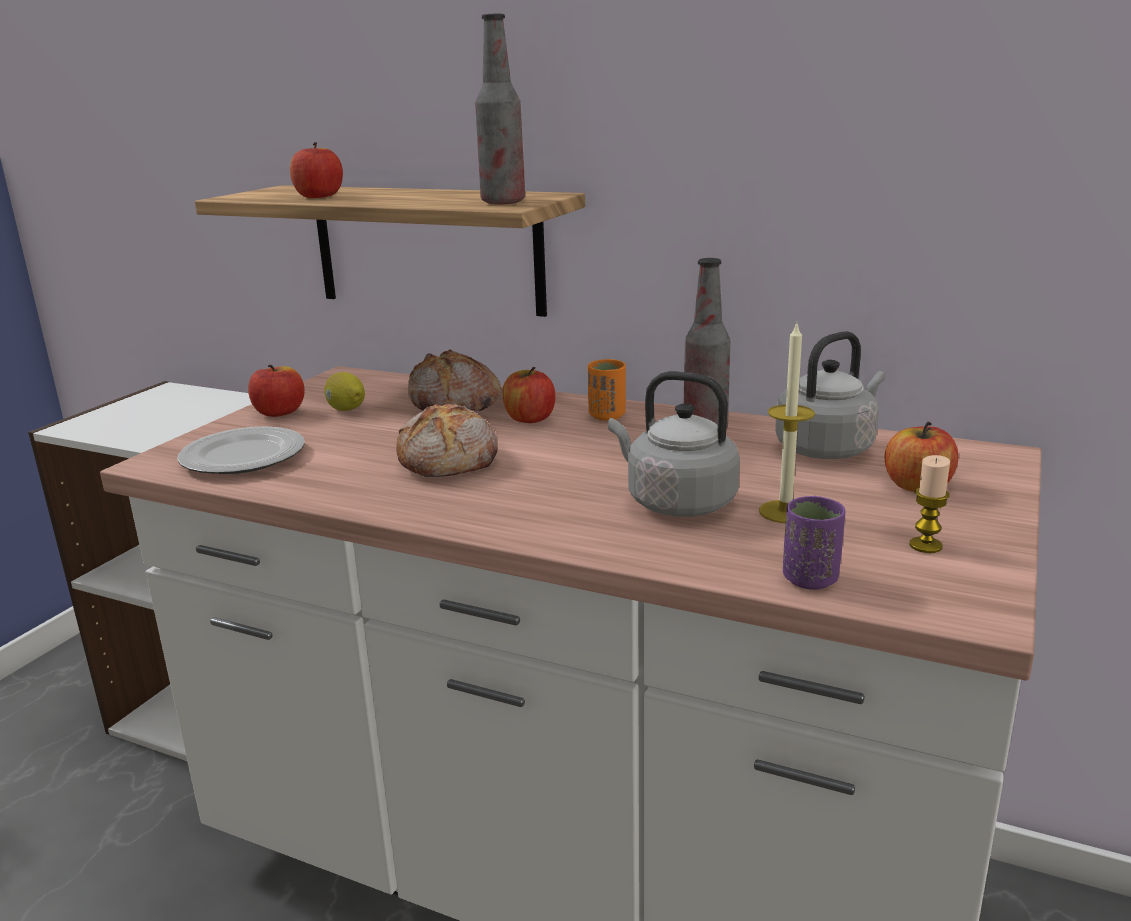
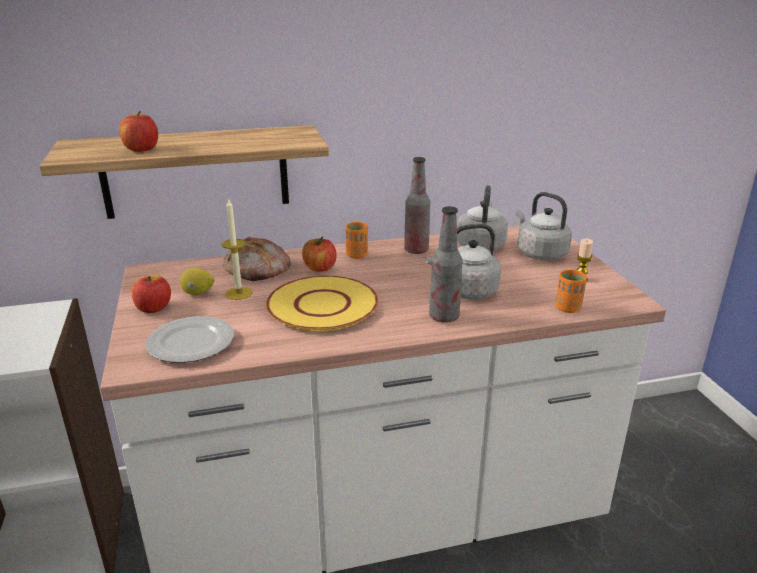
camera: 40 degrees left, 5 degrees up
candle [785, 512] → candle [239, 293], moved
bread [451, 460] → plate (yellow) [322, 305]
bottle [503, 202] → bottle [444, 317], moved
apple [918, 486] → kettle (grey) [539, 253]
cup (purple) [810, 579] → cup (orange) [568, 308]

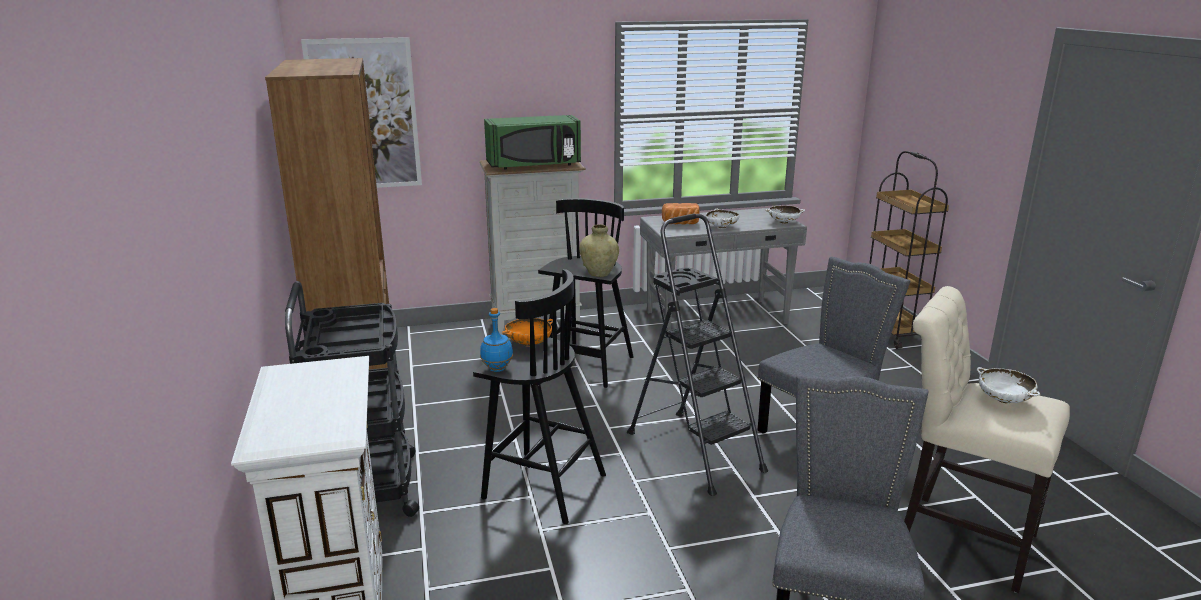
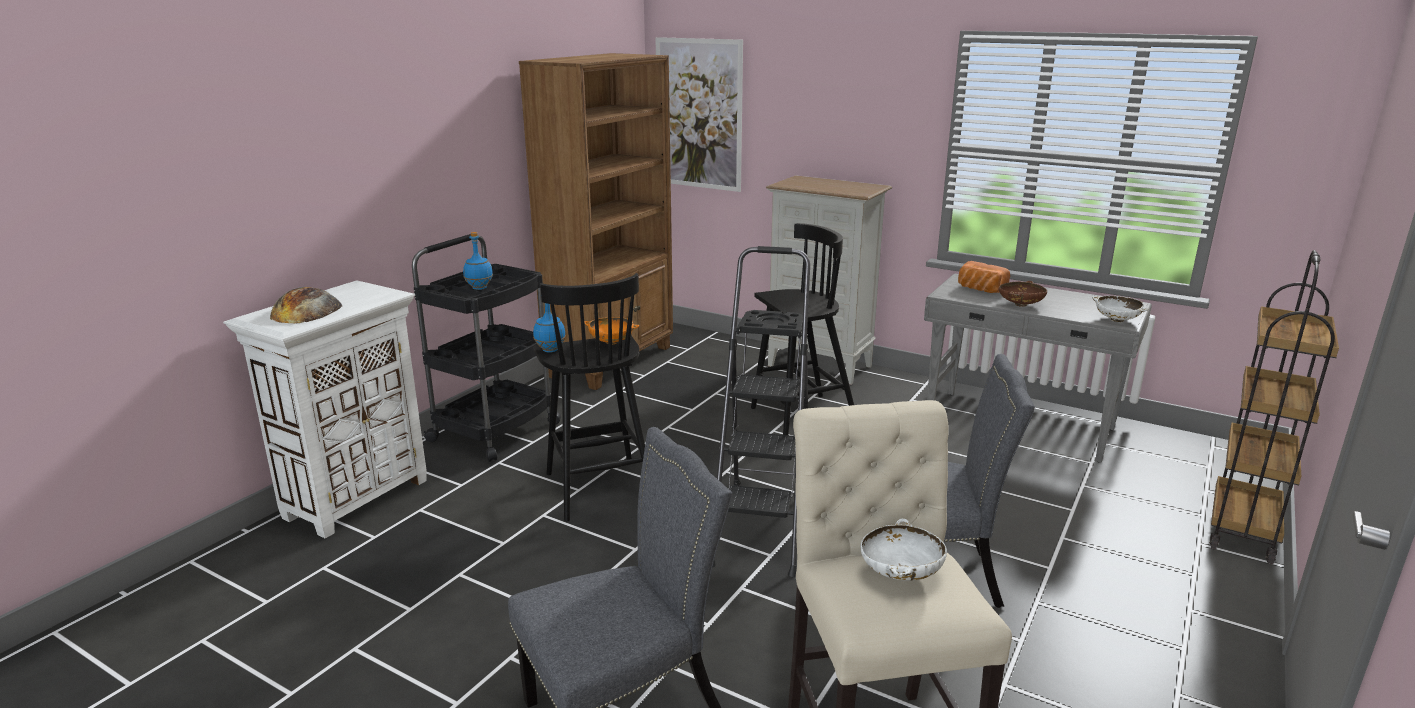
camera: 45 degrees right, 0 degrees up
- → bread [306, 310]
- → bottle (blue) [480, 288]
bowl (white) [721, 227] → bowl (brown) [1020, 304]
microwave (green) [534, 165] → -
vase (beige) [599, 273] → -

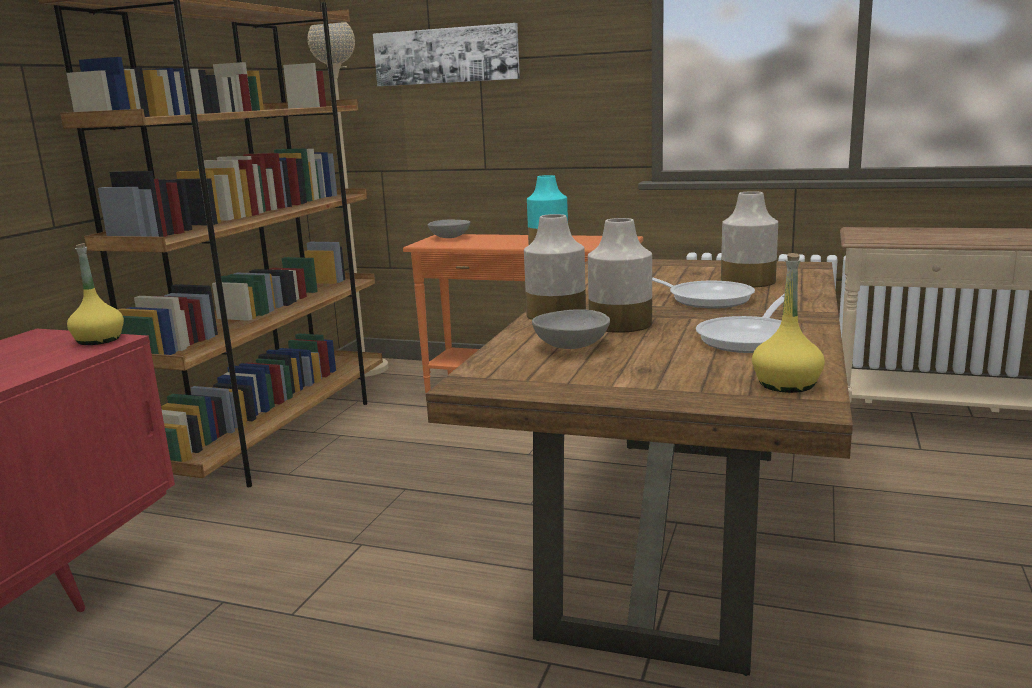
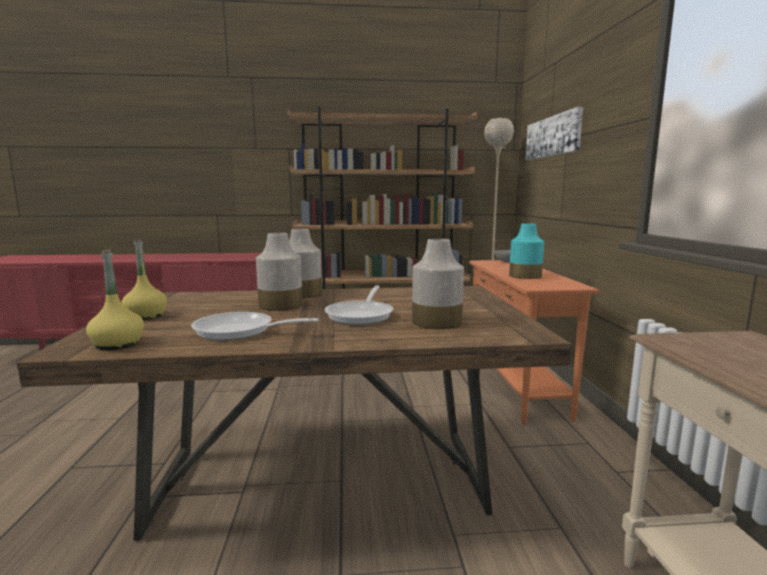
camera: 65 degrees right, 5 degrees down
bottle (yellow) [99, 340] → bottle (yellow) [146, 316], moved
bowl (grey) [570, 346] → -

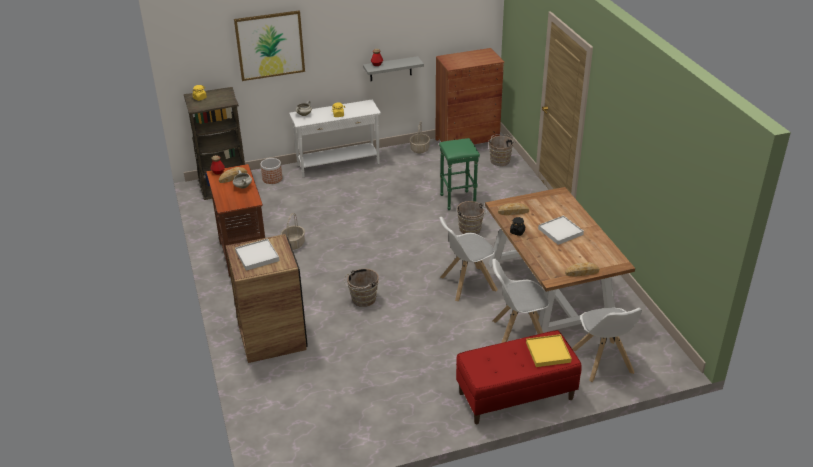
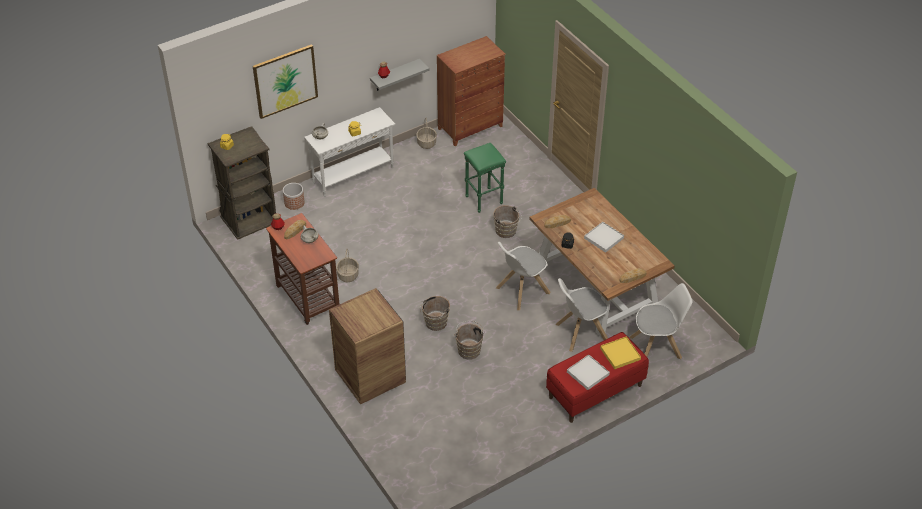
camera: 15 degrees left, 10 degrees up
bucket (brown) [500, 160] → bucket (brown) [469, 349], moved
tray (white) [257, 256] → tray (white) [588, 373], moved
chair [603, 362] → chair [657, 347], 75 degrees counterclockwise

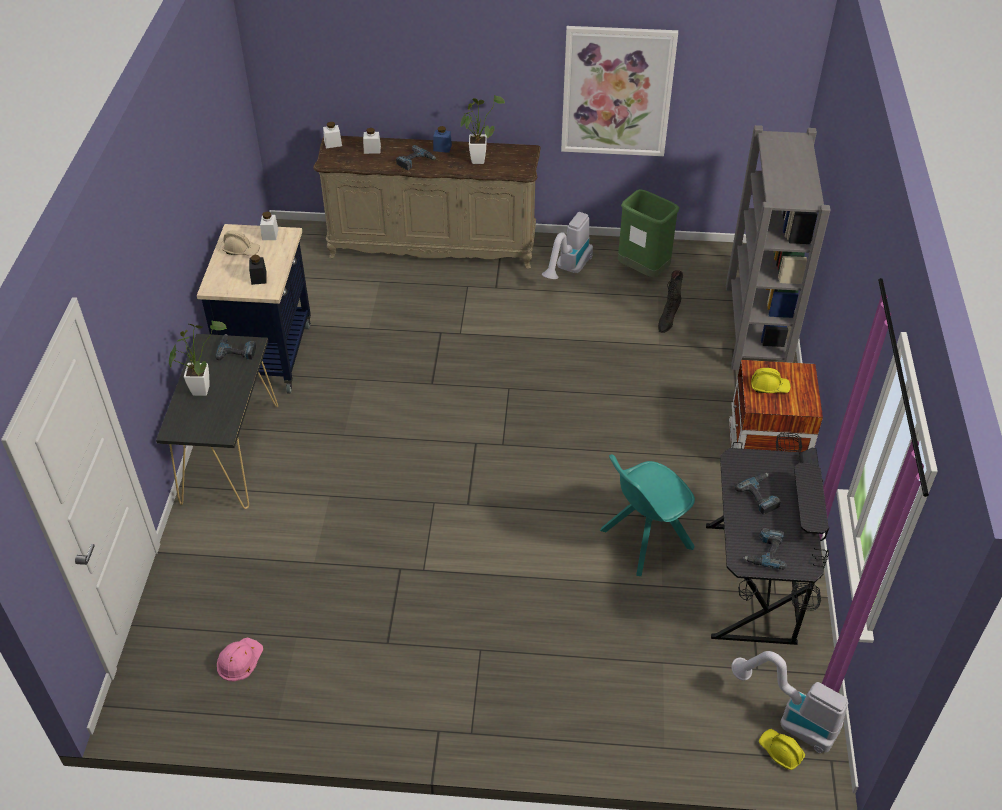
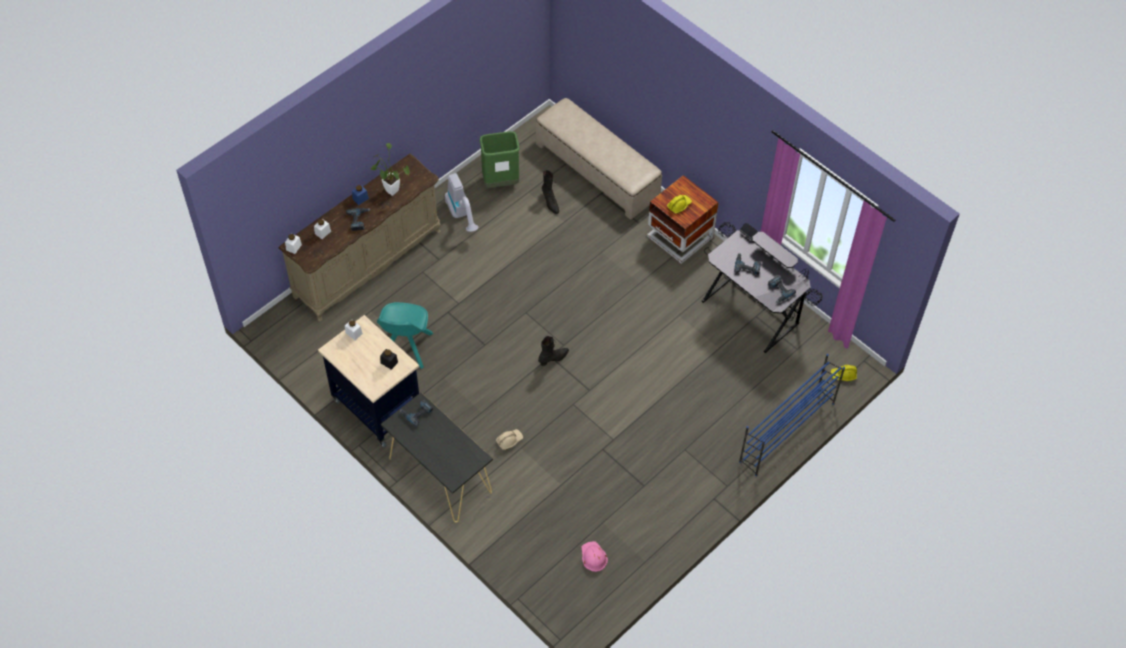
camera: 50 degrees left, 10 degrees up
chair (turquoise) [644, 540] → chair (turquoise) [405, 348], moved
hard hat (beige) [241, 250] → hard hat (beige) [509, 440], moved
bookcase (grey) [757, 328] → bench (beige) [598, 170]
- → boot (black) [554, 359]
- → shoe rack (blue) [786, 432]
potted plant [202, 387] → -
picture [617, 91] → -
vacuum cleaner [789, 718] → -

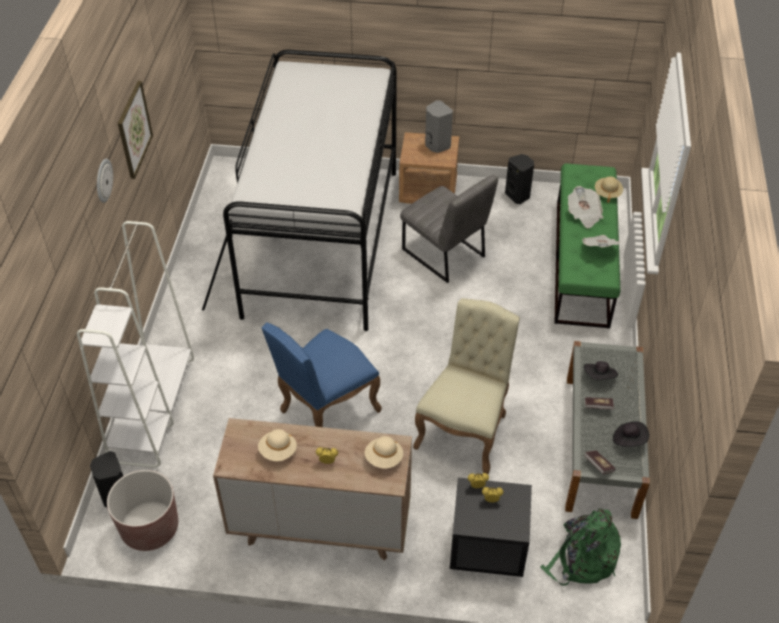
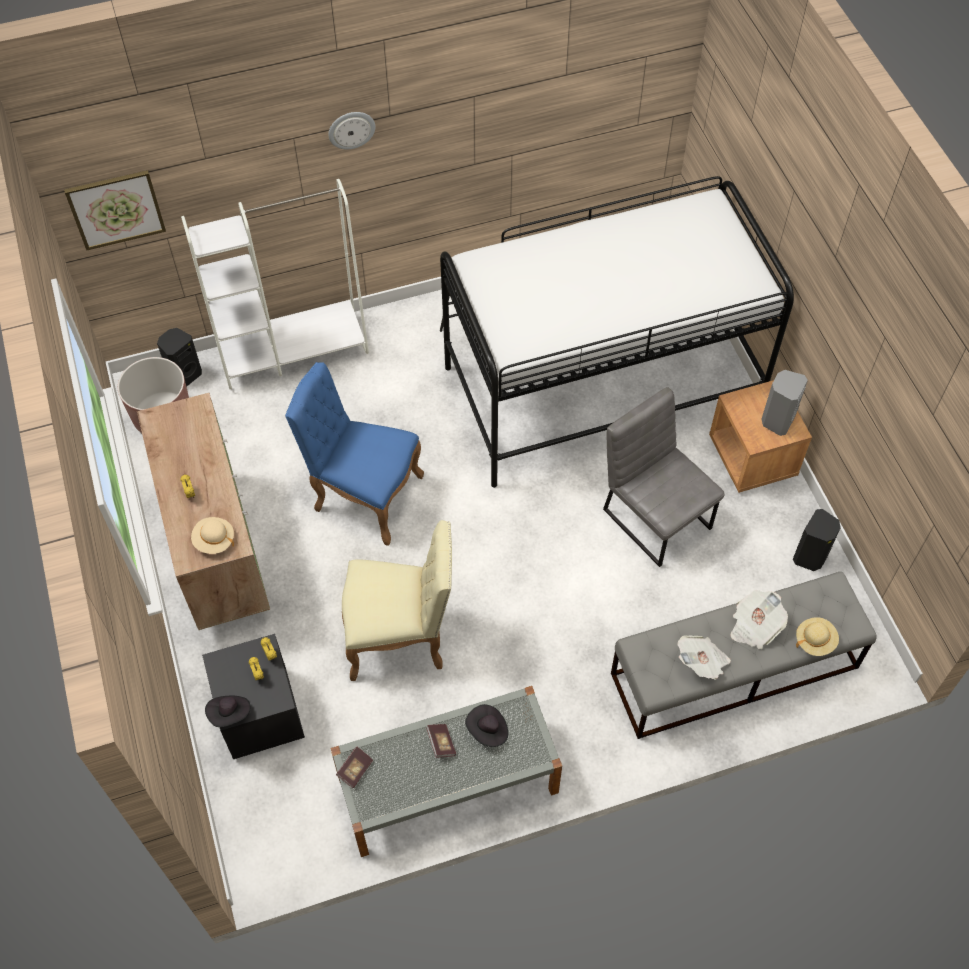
camera: 65 degrees right, 10 degrees up
picture [134, 129] → picture [116, 209], moved
hat (black) [629, 440] → hat (black) [230, 714], moved
chair (grey) [444, 254] → chair (grey) [655, 516], 120 degrees clockwise
bench (green) [582, 263] → bench (grey) [733, 671]
hat (beige) [278, 451] → -
backpack (green) [582, 559] → -

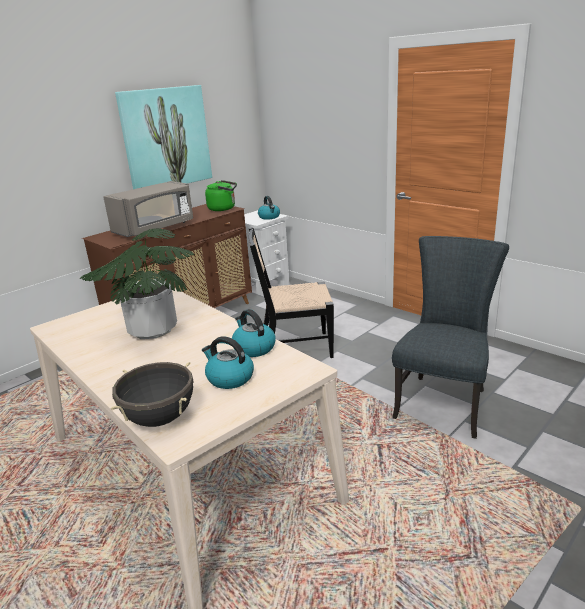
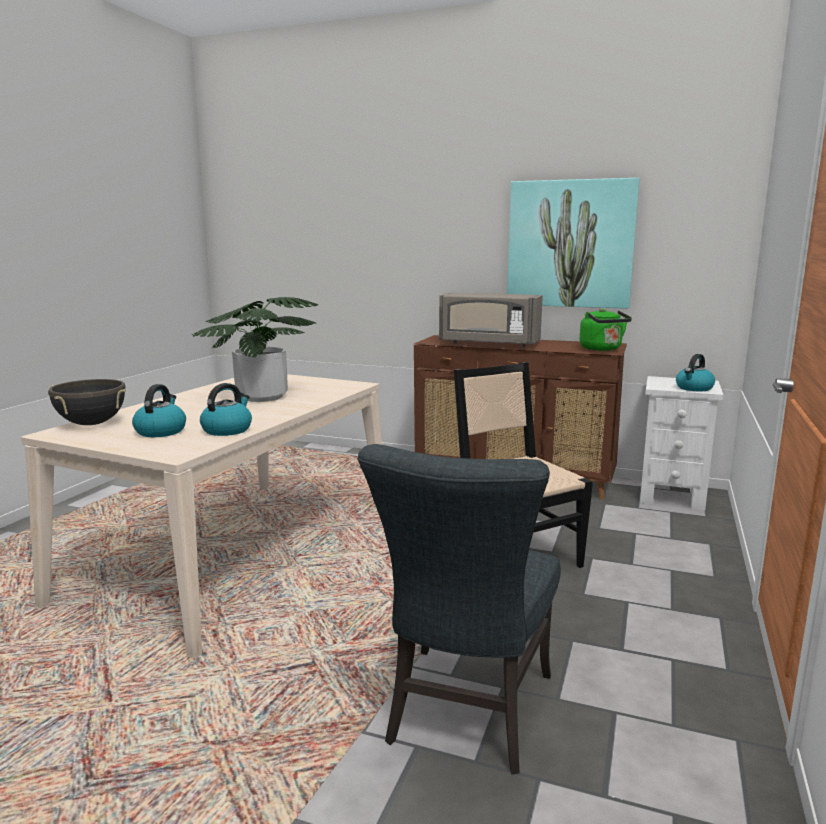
camera: 65 degrees right, 10 degrees down
chair (grey) [443, 400] → chair (grey) [465, 713], 105 degrees clockwise

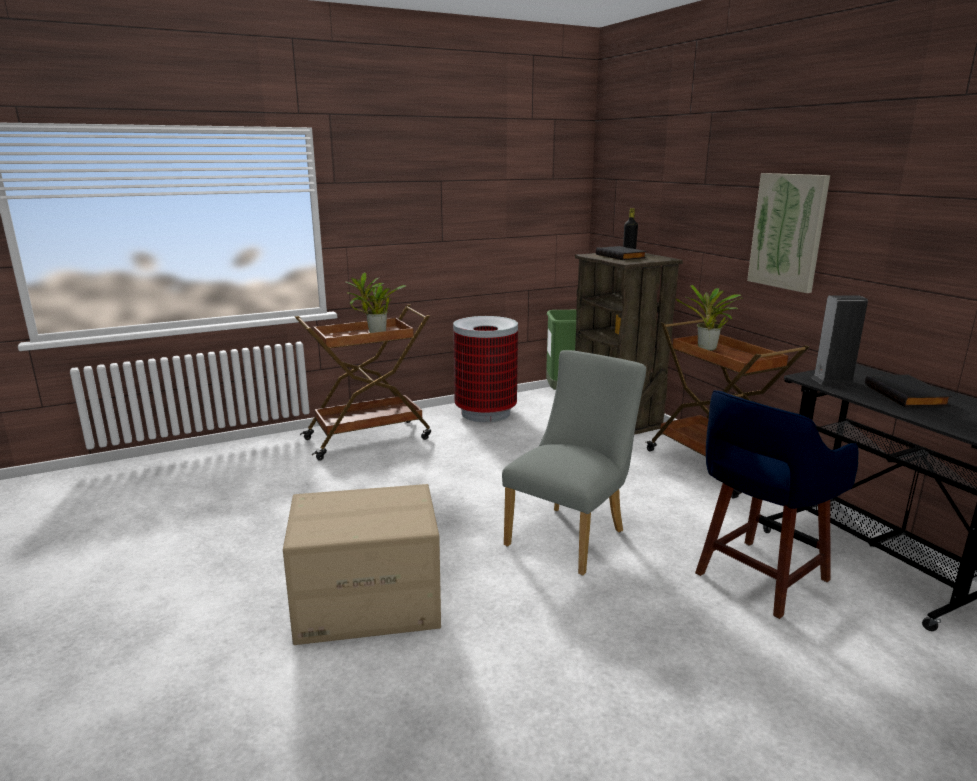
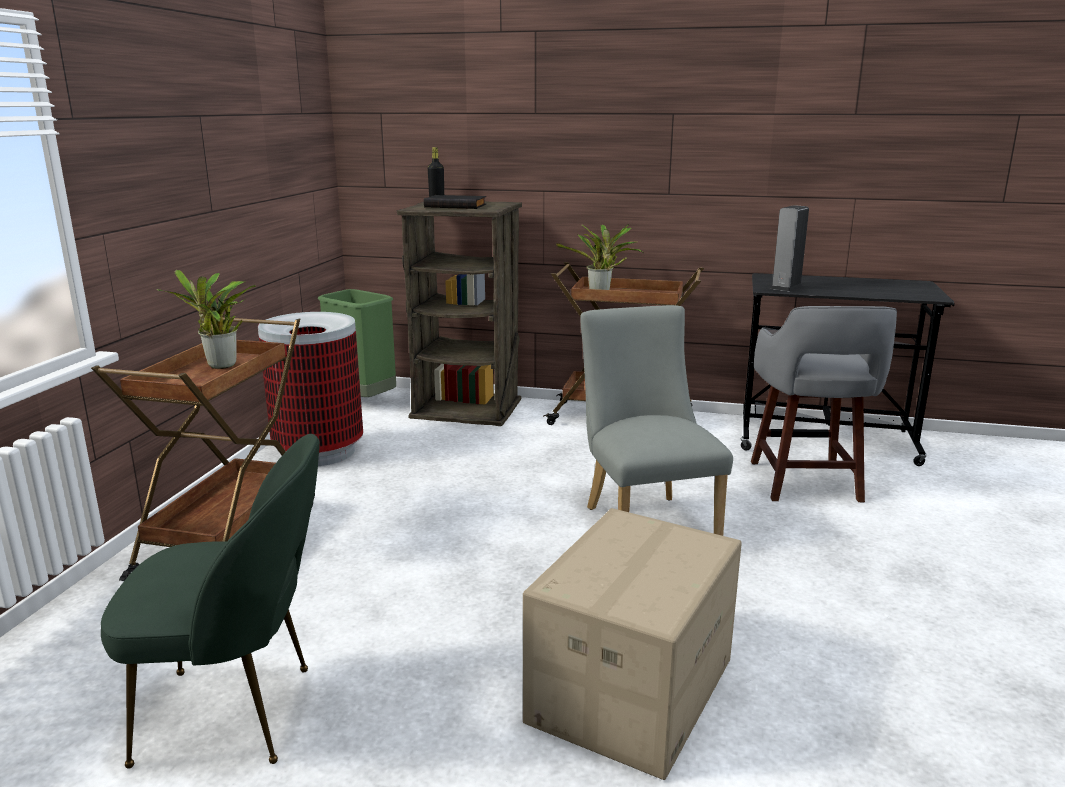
camera: 50 degrees left, 0 degrees up
- → chair (green) [241, 715]
stool (blue) [758, 579] → stool (grey) [805, 484]
picture [788, 231] → -
book (black) [907, 395] → -

